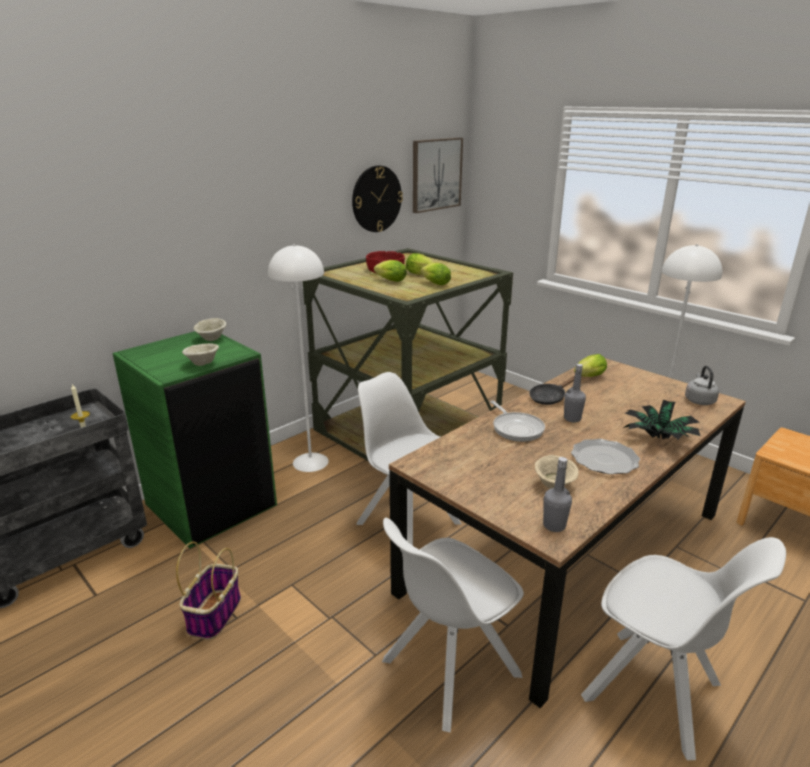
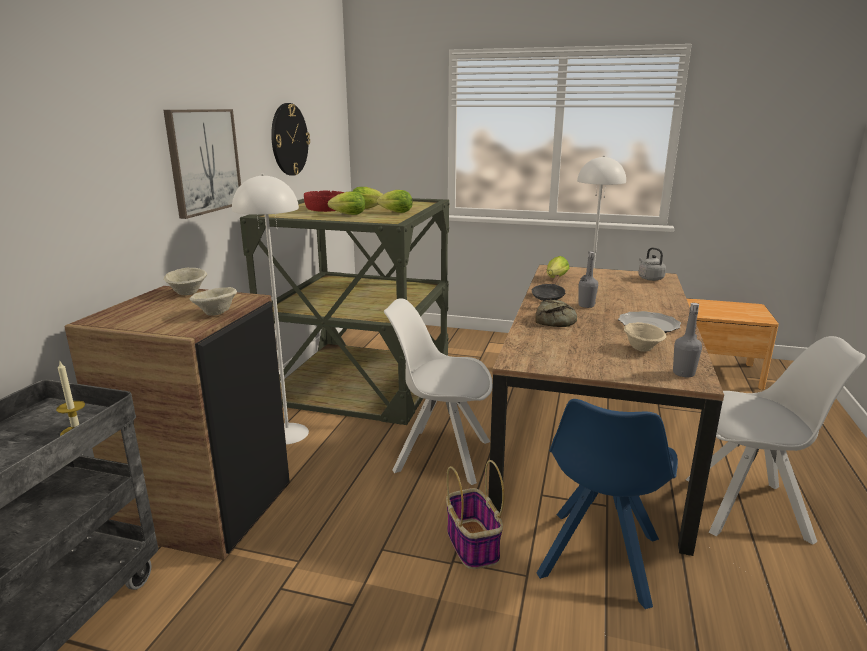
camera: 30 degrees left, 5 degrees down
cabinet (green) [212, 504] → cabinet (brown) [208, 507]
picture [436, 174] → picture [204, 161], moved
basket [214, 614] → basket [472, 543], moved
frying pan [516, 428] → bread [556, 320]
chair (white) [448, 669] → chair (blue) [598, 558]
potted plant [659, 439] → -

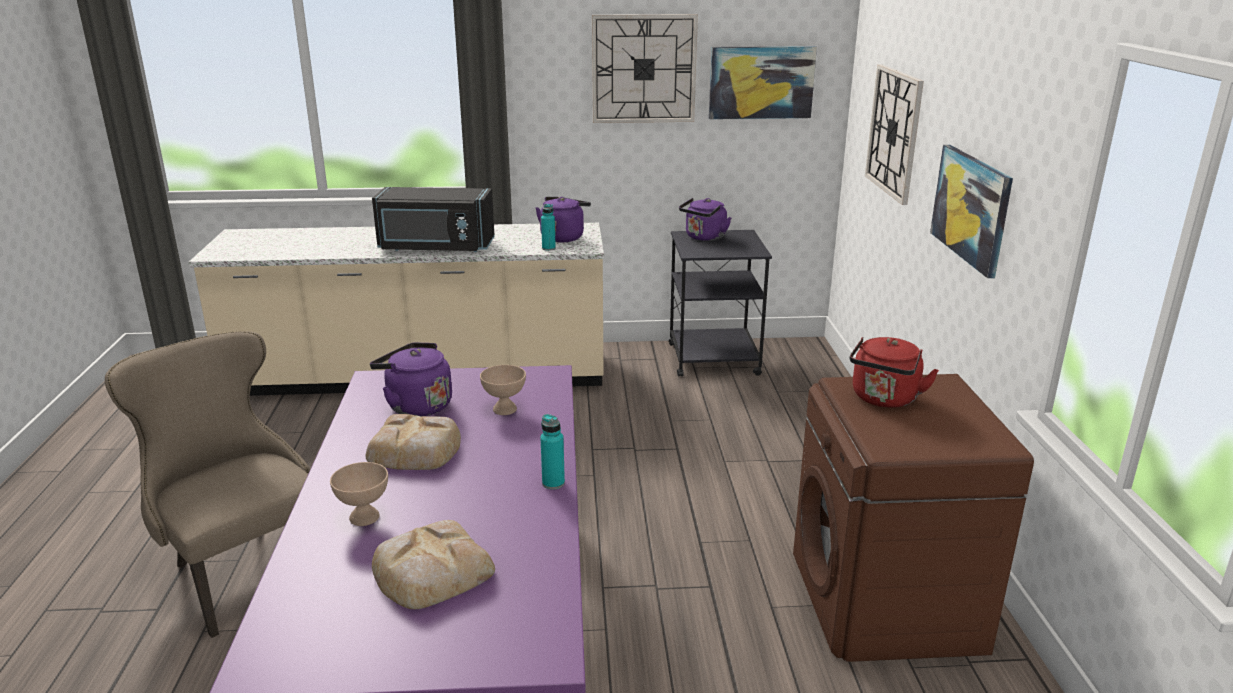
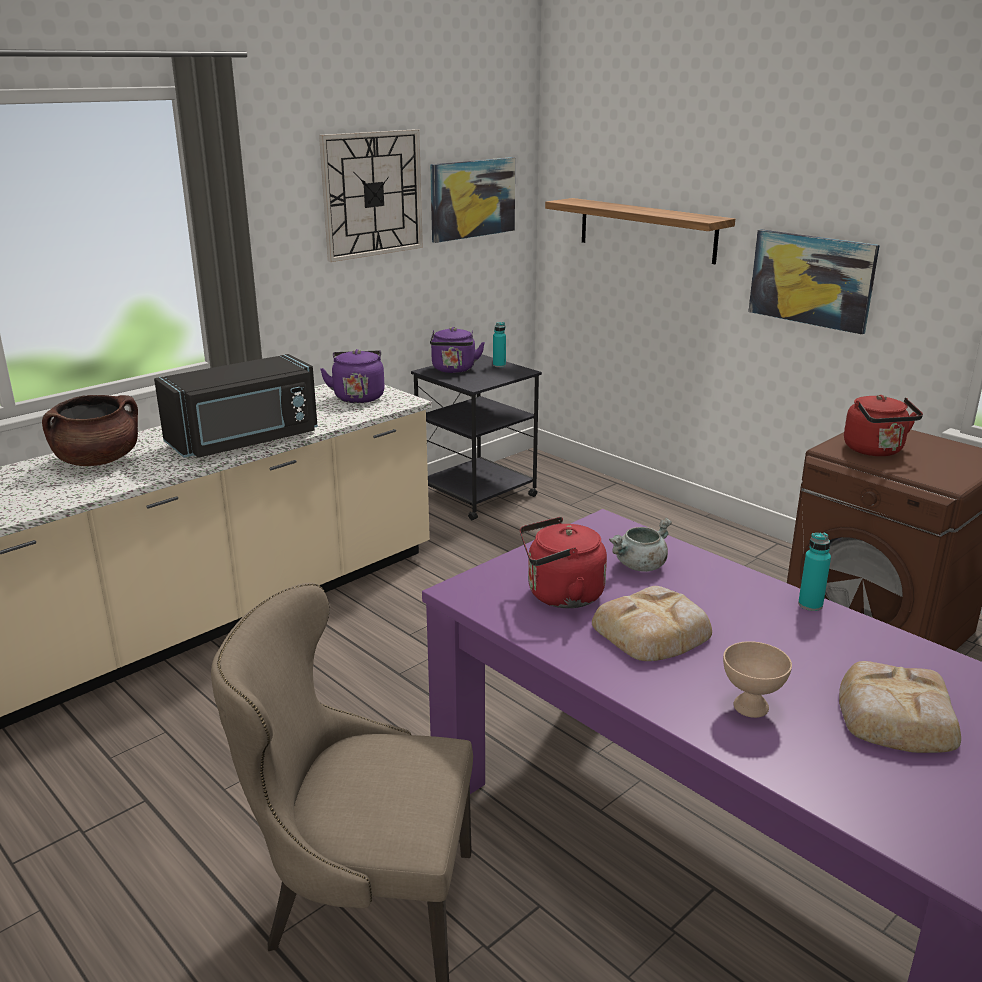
camera: 40 degrees left, 0 degrees up
- → cooking pot (brown) [98, 461]
bottle (turquoise) [548, 248] → bottle (turquoise) [499, 365], moved
kettle (purple) [416, 405] → kettle (red) [560, 595]
wall clock [894, 132] → shelf [646, 230]
bowl (beige) [504, 410] → cooking pot (grey) [640, 566]

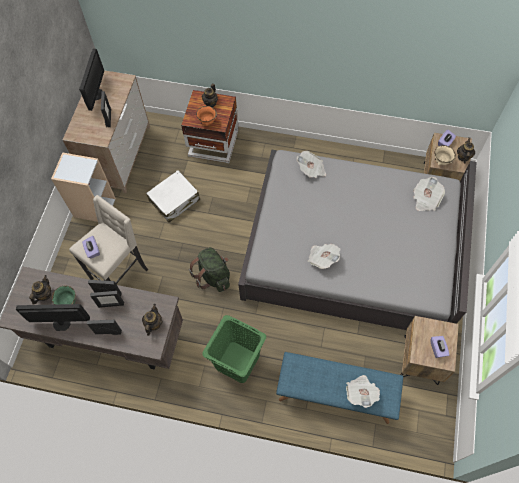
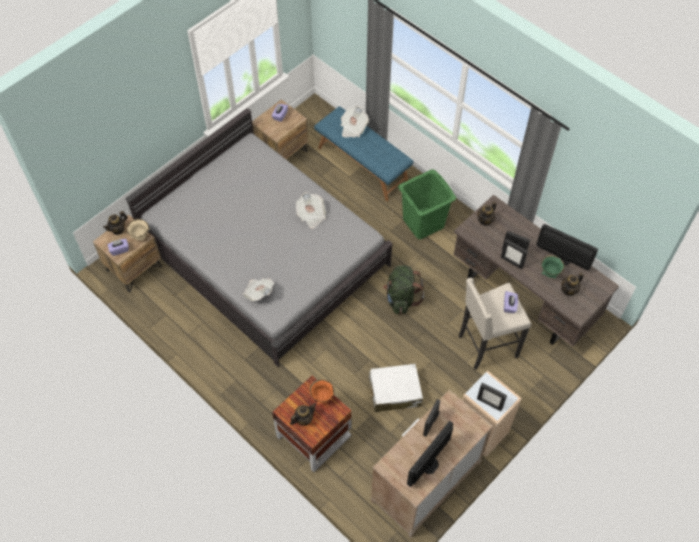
camera: 150 degrees left, 5 degrees down
picture frame [108, 332] → picture frame [489, 403], moved
newspaper [425, 199] → -

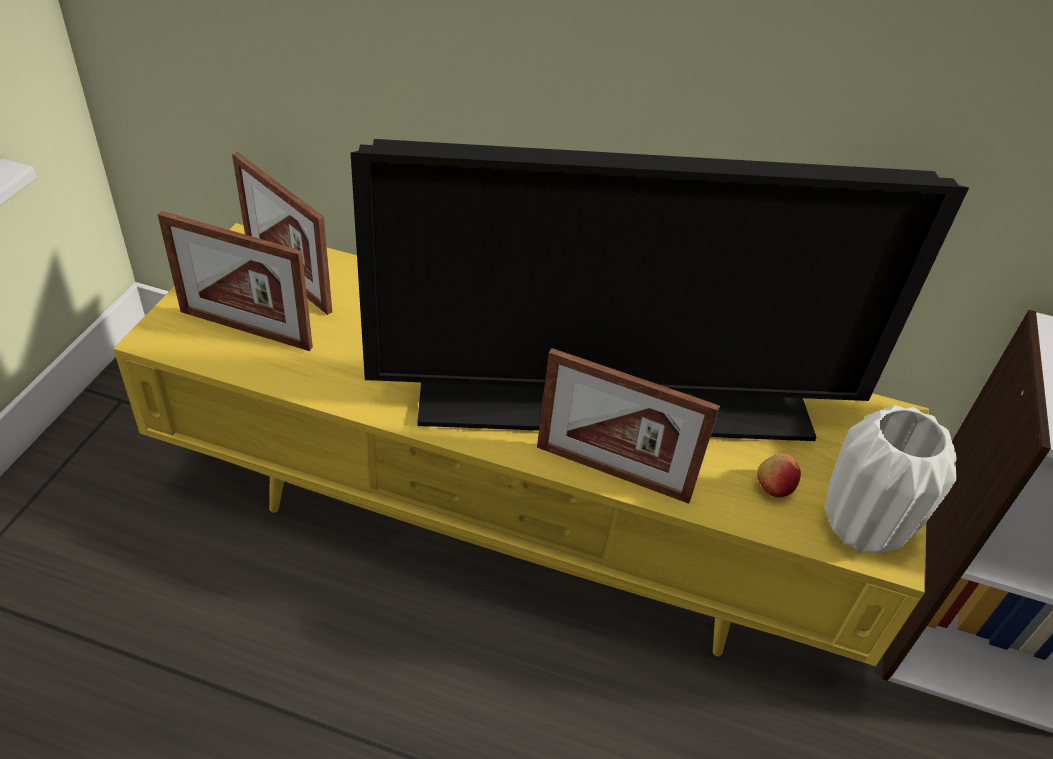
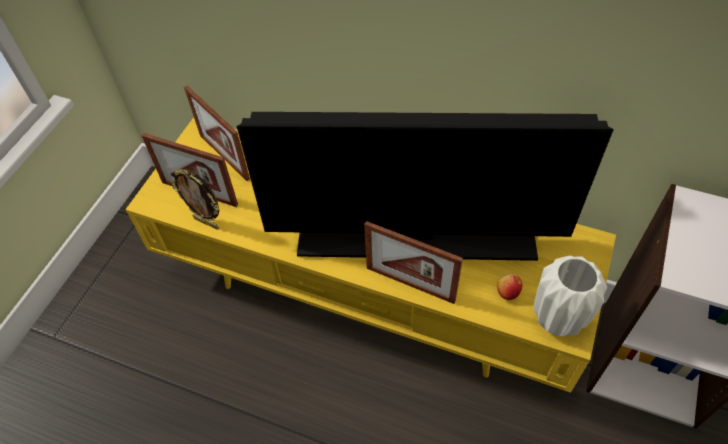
camera: 10 degrees right, 10 degrees up
- → picture frame [207, 222]

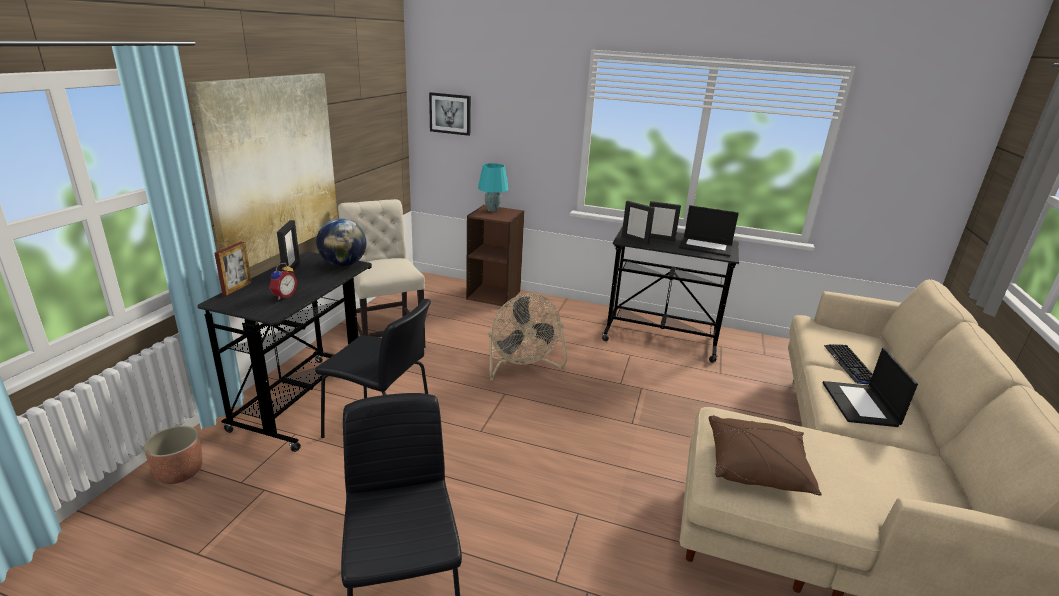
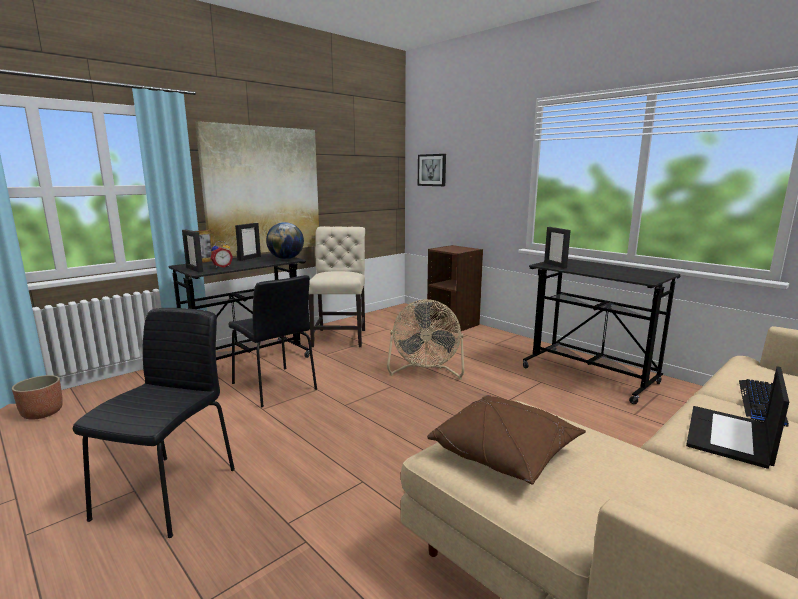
camera: 30 degrees right, 10 degrees down
planter [179, 472] → planter [42, 413], moved
picture frame [660, 238] → picture frame [195, 269], moved
table lamp (turquoise) [492, 210] → -
laptop [706, 247] → -

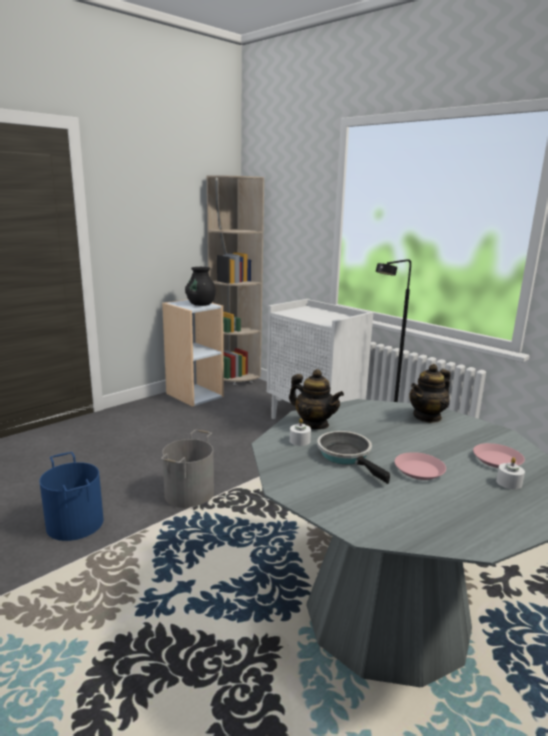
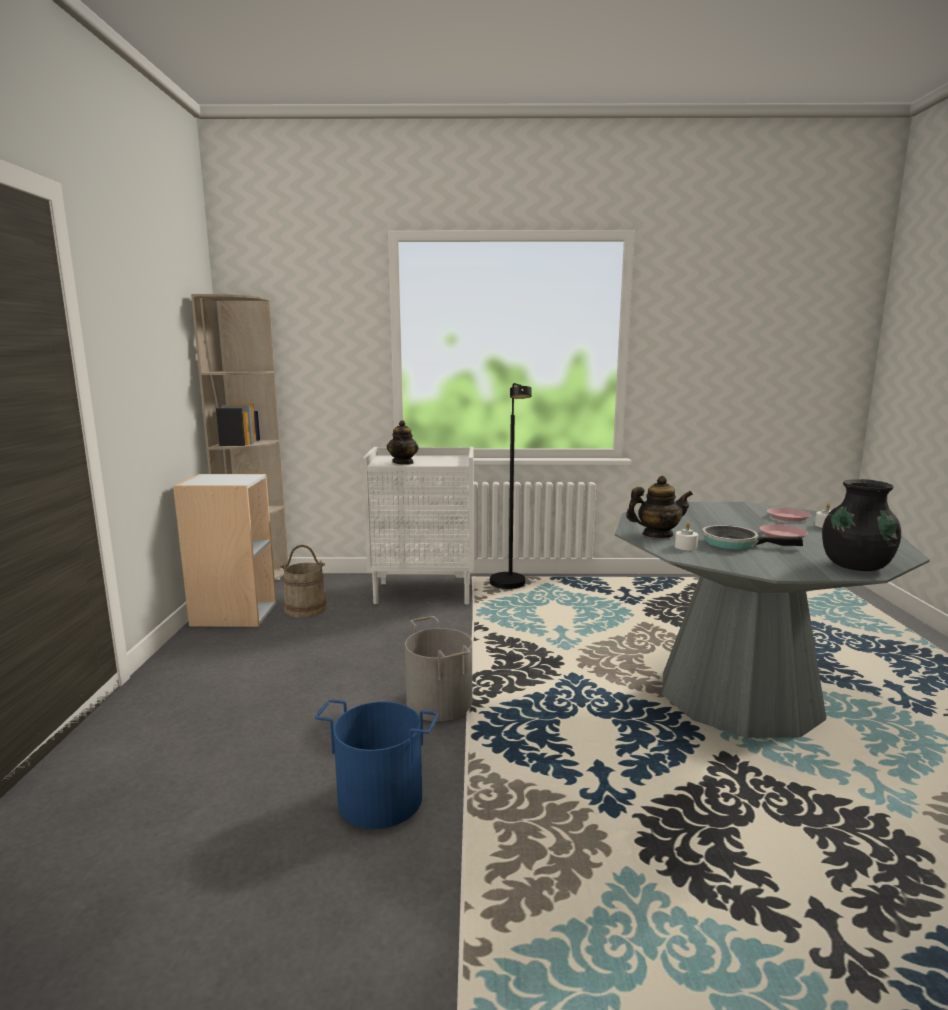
camera: 45 degrees left, 5 degrees down
- → bucket (beige) [305, 609]
teapot [427, 417] → teapot [403, 463], moved
vase (black) [201, 304] → vase (black) [855, 566], moved

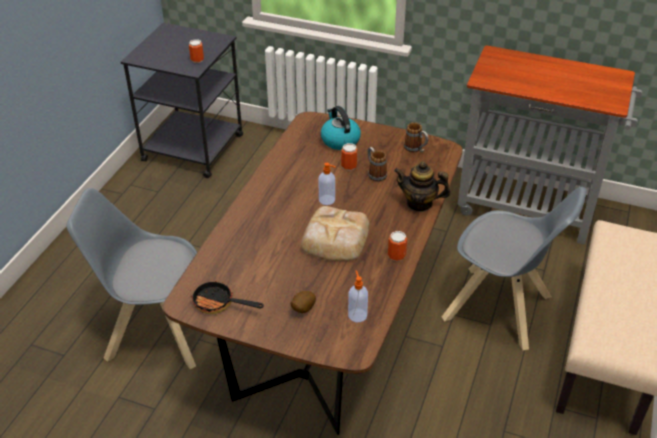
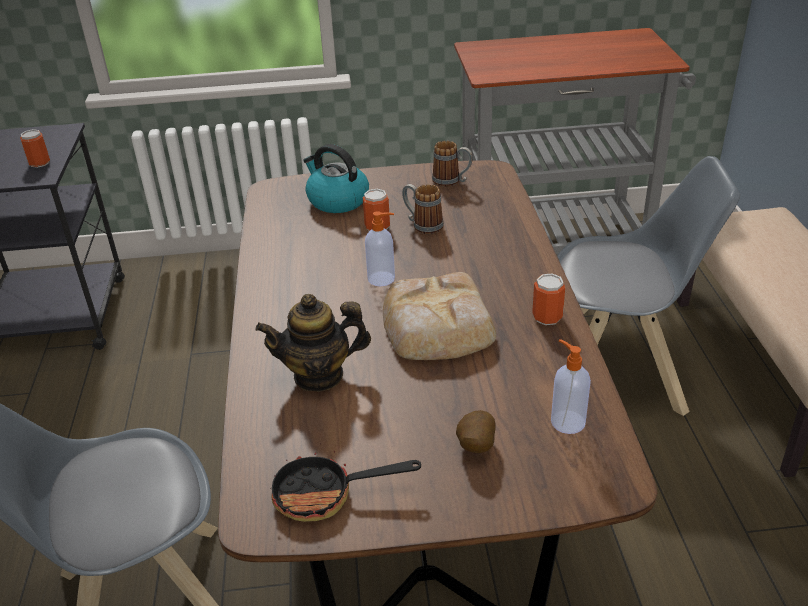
camera: 25 degrees left, 5 degrees down
teapot [419, 203] → teapot [319, 375], moved

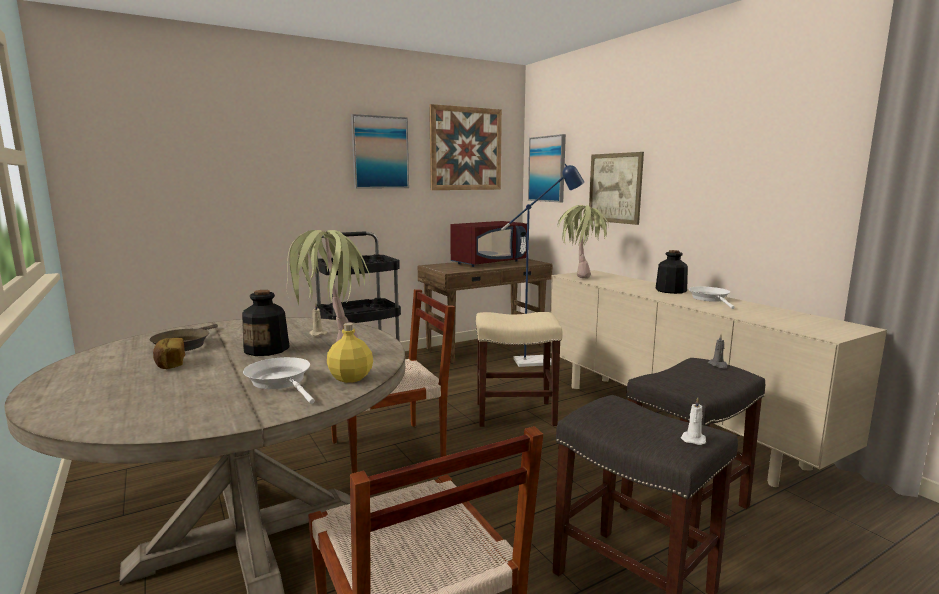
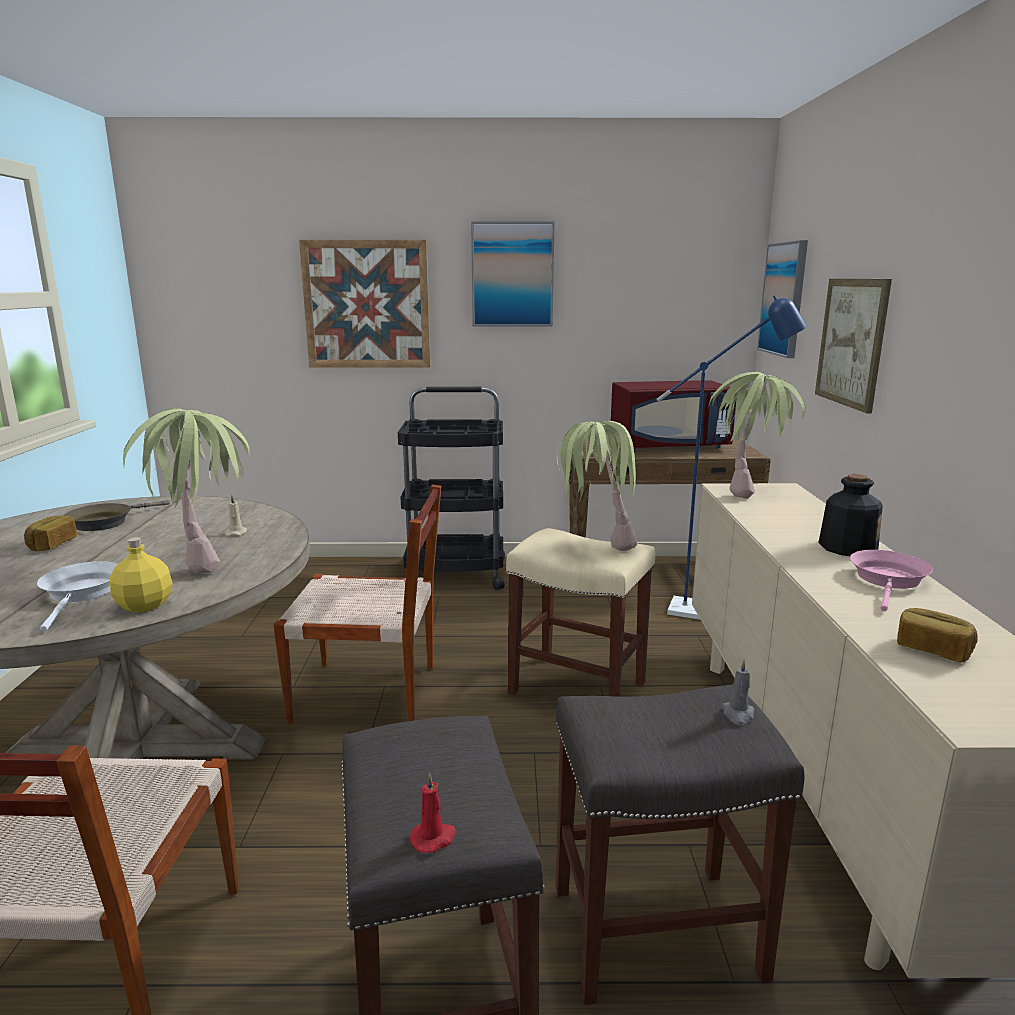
camera: 30 degrees right, 5 degrees up
picture [466, 149] → picture [367, 305], moved
candle (white) [693, 439] → candle (red) [434, 838]
- → potted plant [594, 545]
frying pan (white) [710, 299] → frying pan (pink) [888, 580]
- → bread [932, 649]
bottle [267, 349] → -

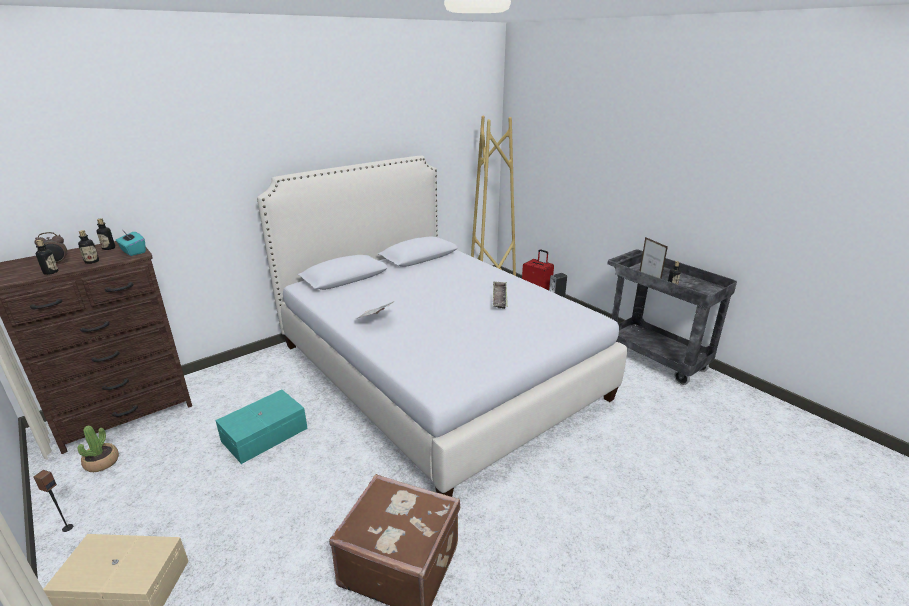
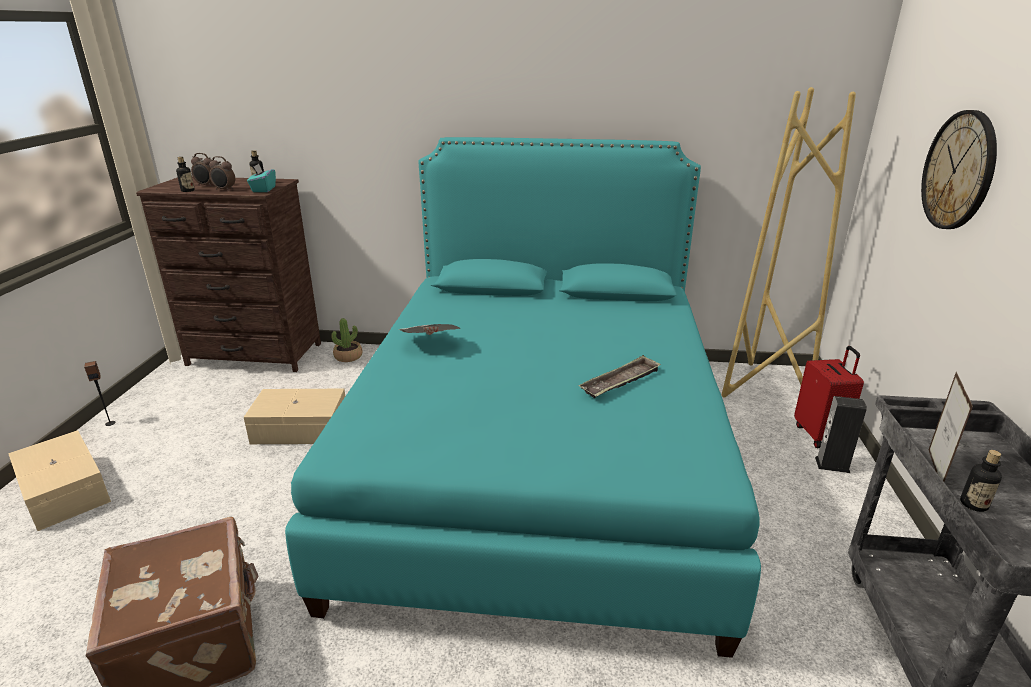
camera: 45 degrees right, 0 degrees up
bottle [92, 261] → alarm clock [224, 190]
storage box (turquoise) [266, 435] → storage box (beige) [301, 429]
bed (white) [436, 370] → bed (turquoise) [537, 456]
potted plant [102, 462] → potted plant [348, 356], moved
- → wall clock [959, 171]

